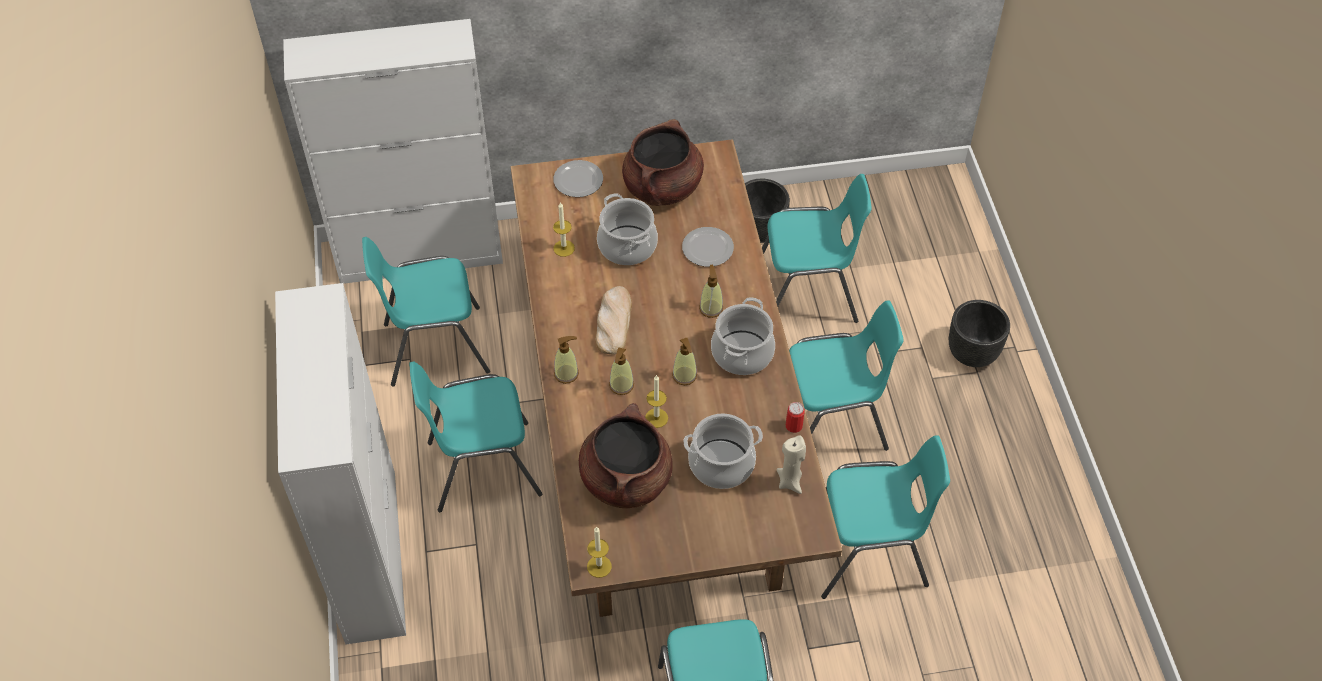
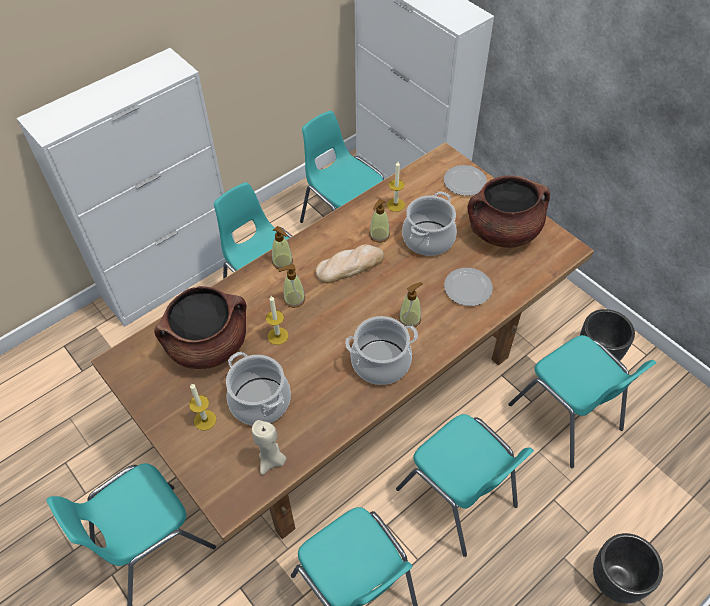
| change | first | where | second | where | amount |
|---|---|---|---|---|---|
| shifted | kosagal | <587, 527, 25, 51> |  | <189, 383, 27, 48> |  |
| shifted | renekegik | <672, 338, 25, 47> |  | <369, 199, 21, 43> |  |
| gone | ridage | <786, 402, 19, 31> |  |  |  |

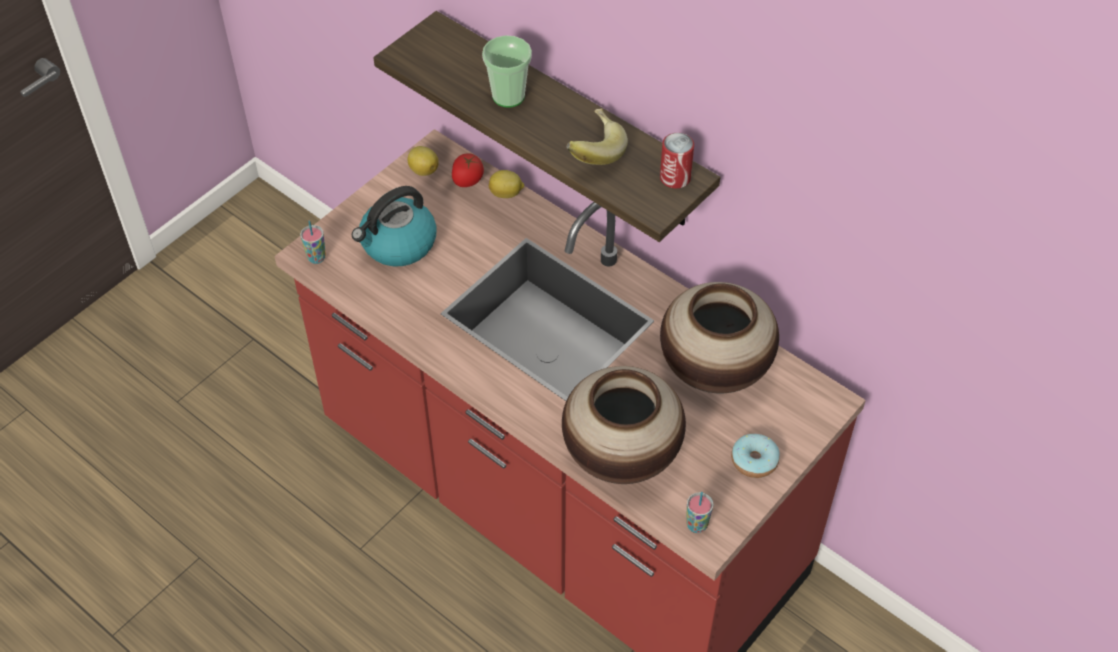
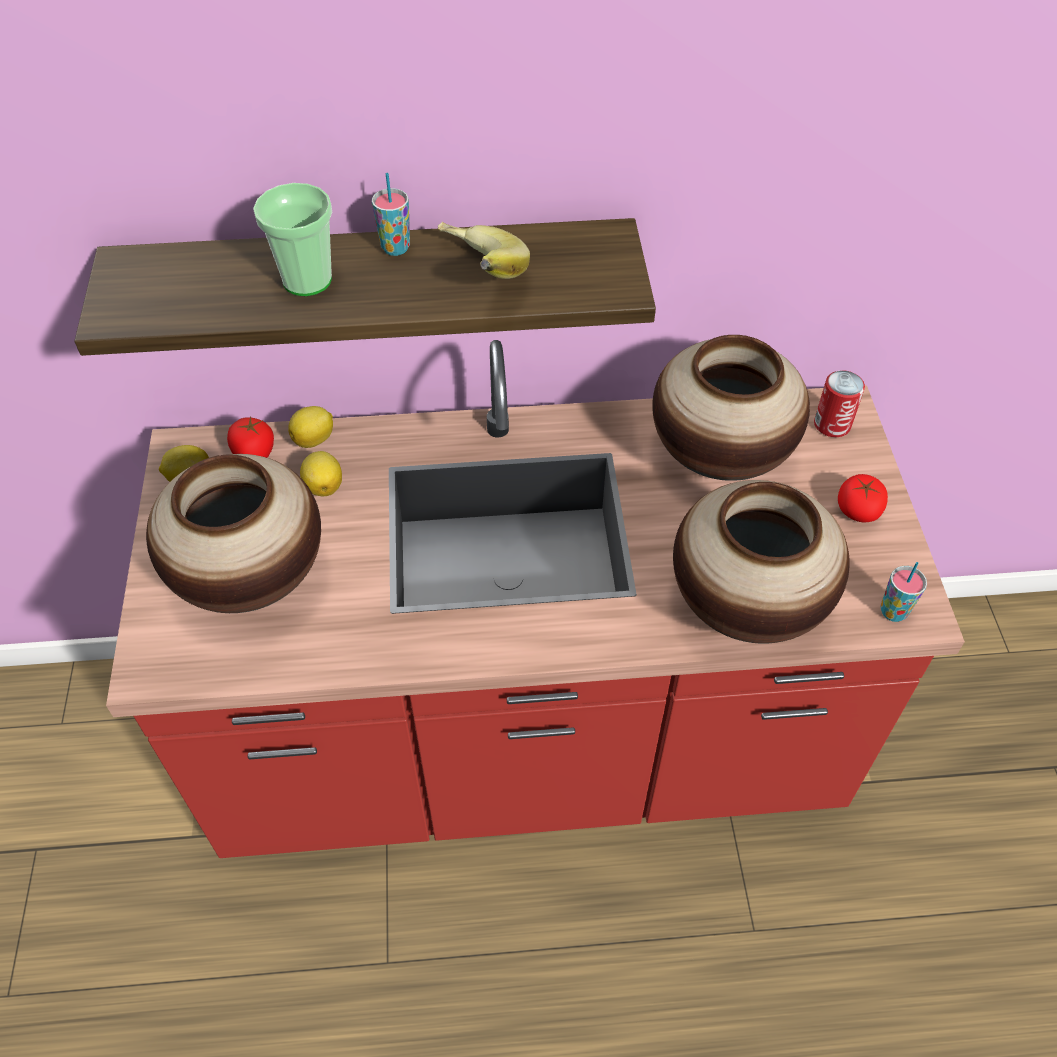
| change | first | where | second | where | amount |
|---|---|---|---|---|---|
| swapped | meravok | <352, 186, 85, 80> | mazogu | <146, 454, 175, 159> |  |
| new |  |  | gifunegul | <300, 451, 42, 45> |  |
| shifted | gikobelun | <300, 221, 26, 43> |  | <372, 173, 38, 83> |  |
| shifted | ridage | <660, 133, 34, 55> |  | <814, 370, 51, 67> |  |
| swapped | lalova | <731, 434, 48, 44> | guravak | <838, 474, 50, 49> |  |

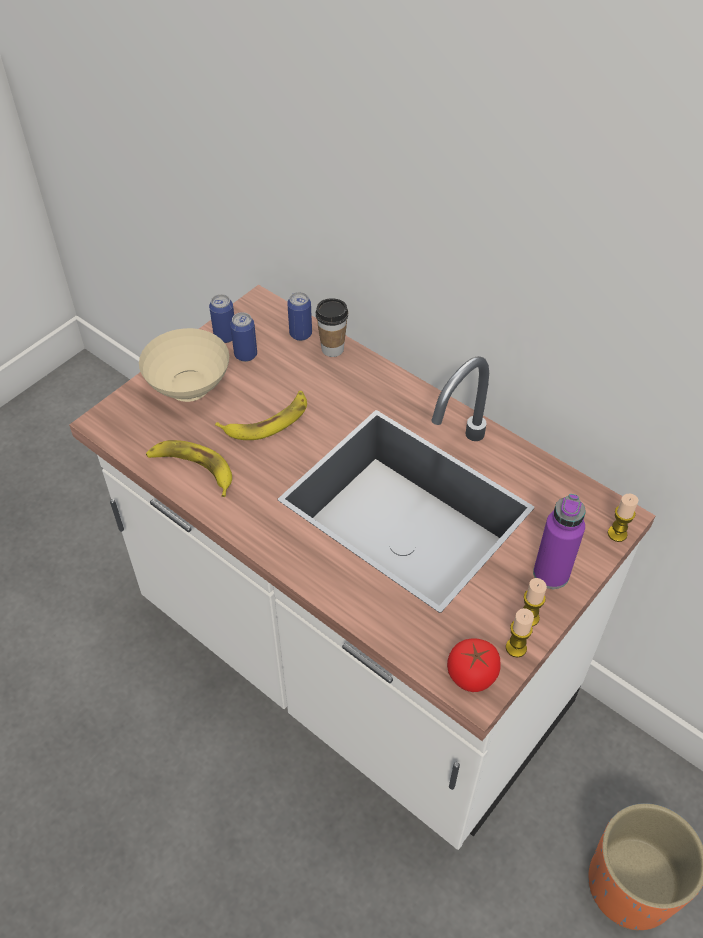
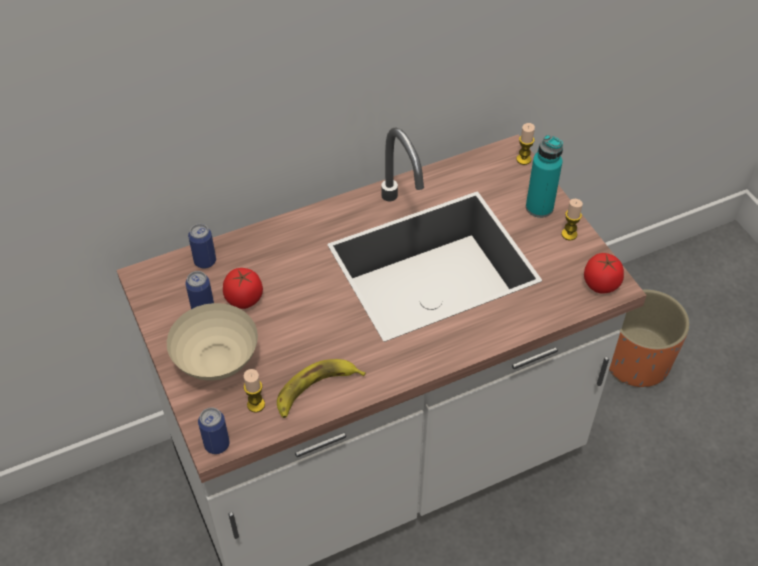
| change | first | where | second | where | amount |
|---|---|---|---|---|---|
| shifted | ridage | <209, 294, 25, 49> |  | <198, 408, 31, 46> |  |
| new |  |  | guravak | <223, 268, 40, 41> |  |
| shifted | kosagal | <506, 608, 28, 50> |  | <244, 369, 21, 44> |  |
| repainted | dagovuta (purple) | <533, 494, 53, 95> | dagovuta (turquoise) | <526, 135, 37, 83> |  |
| gone | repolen | <215, 391, 92, 49> |  |  |  |
| gone | gikobelun | <316, 298, 32, 59> |  |  |  |

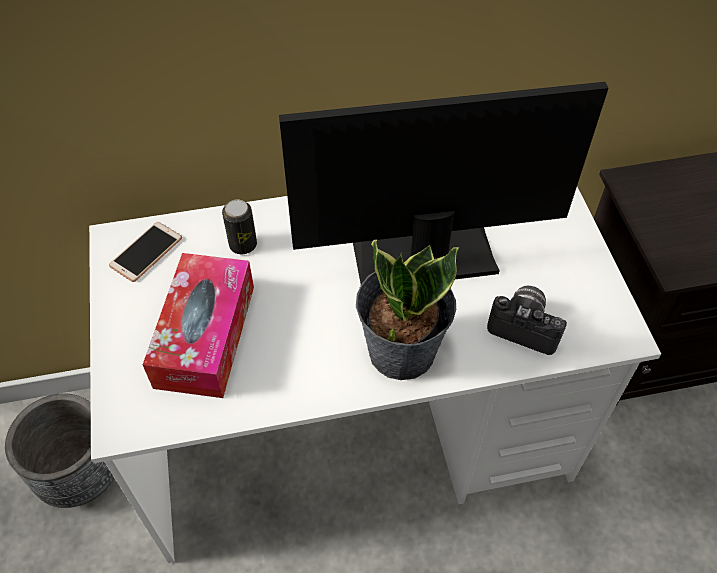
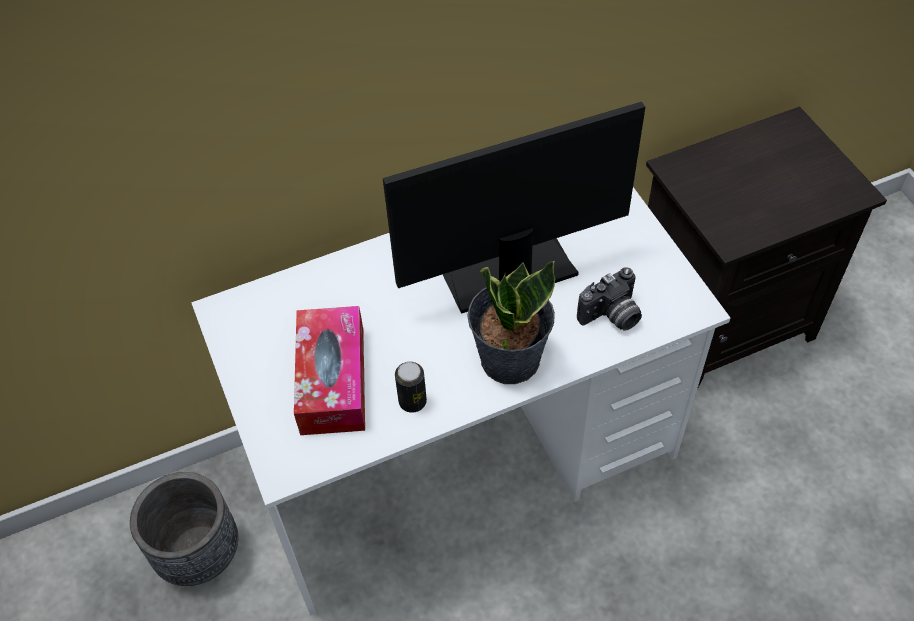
| change | first | where | second | where | amount |
|---|---|---|---|---|---|
| shifted | ridage | <222, 199, 35, 55> |  | <395, 362, 32, 50> |  |
| rotated | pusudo | <487, 286, 80, 69> |  | <577, 267, 65, 64> | 135 degrees clockwise |
| gone | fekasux | <109, 222, 73, 60> |  |  |  |

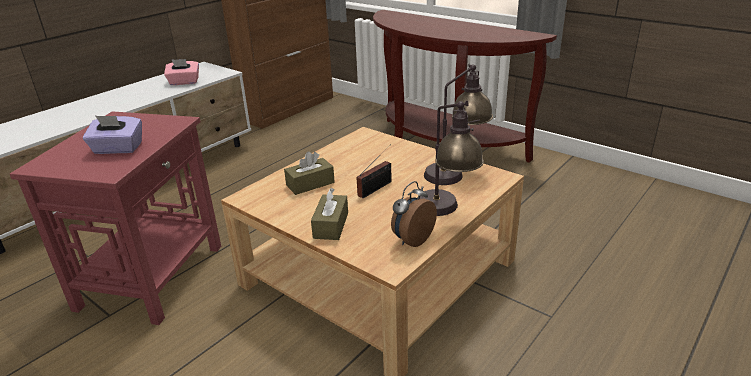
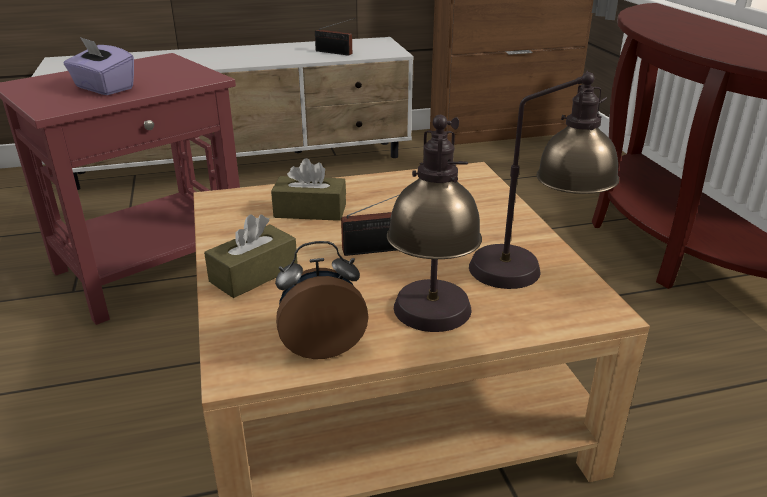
| change | first | where | second | where | amount |
|---|---|---|---|---|---|
| swapped | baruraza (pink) | <164, 59, 35, 26> | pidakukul | <315, 18, 40, 38> |  |

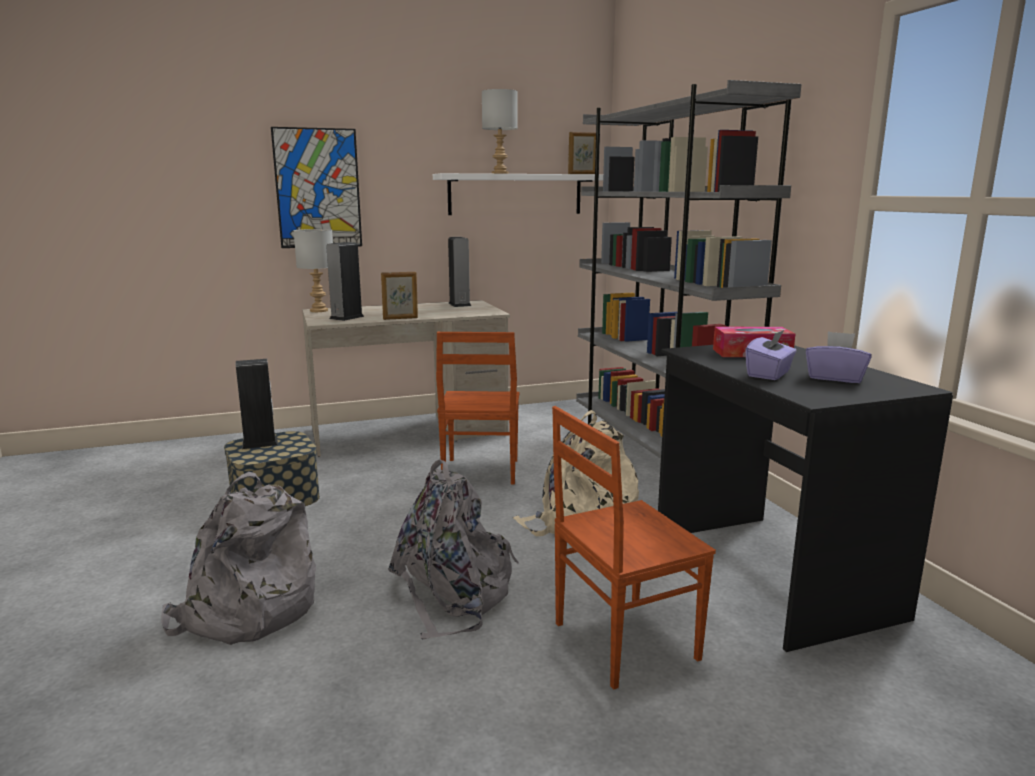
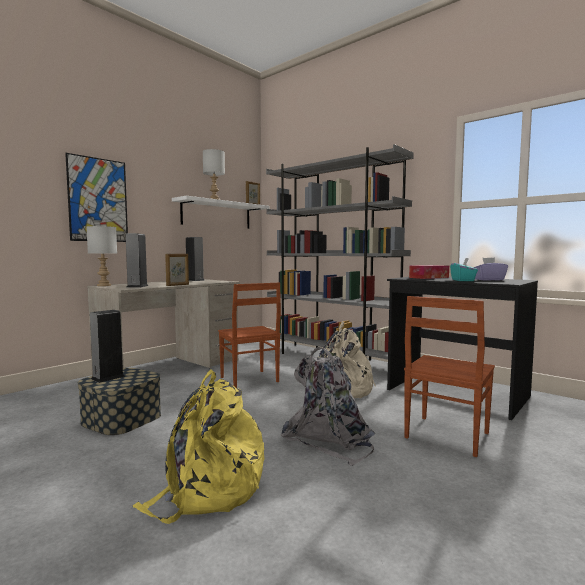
| change | first | where | second | where | amount |
|---|---|---|---|---|---|
| repainted | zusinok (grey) | <161, 472, 155, 173> | zusinok (yellow) | <133, 370, 131, 154> |  |
| repainted | baruraza (purple) | <745, 330, 52, 50> | baruraza (turquoise) | <450, 258, 28, 23> |  |

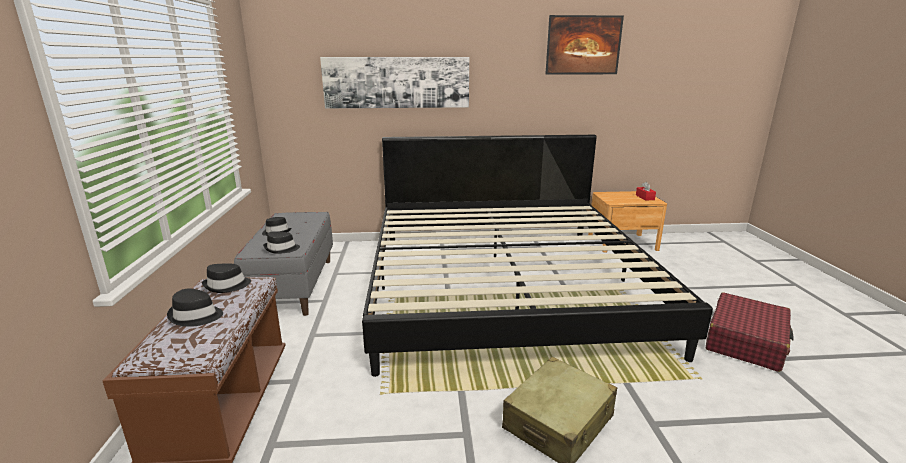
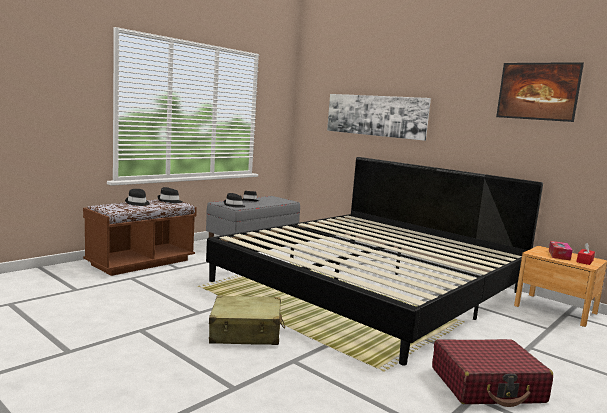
| change | first | where | second | where | amount |
|---|---|---|---|---|---|
| new |  |  | baruraza | <549, 241, 23, 20> |  |

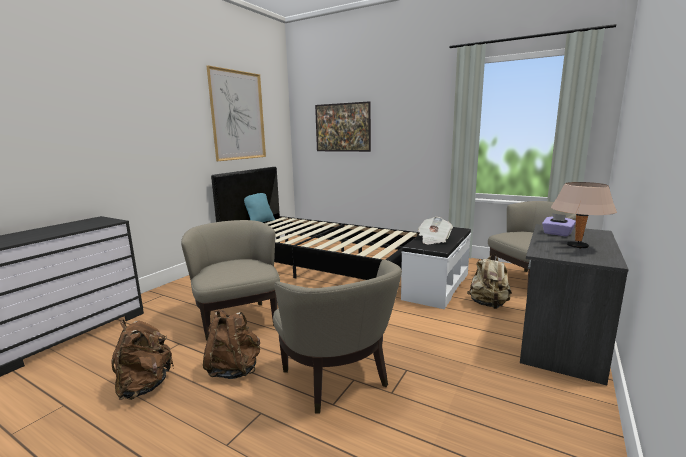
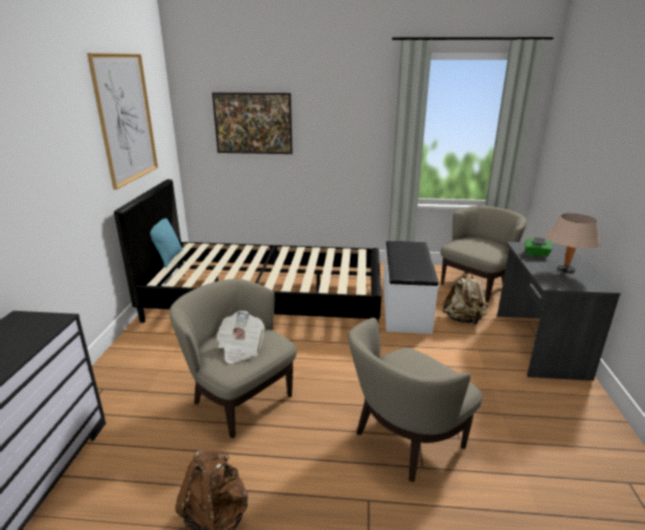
| change | first | where | second | where | amount |
|---|---|---|---|---|---|
| shifted | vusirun | <418, 217, 35, 27> |  | <216, 311, 49, 52> |  |
| rotated | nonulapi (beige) | <273, 259, 129, 155> |  | <348, 318, 134, 164> | 105 degrees clockwise |
| repainted | baruraza (purple) | <542, 213, 34, 24> | baruraza (green) | <525, 237, 27, 20> |  |
| gone | zusinok (brown) | <203, 309, 57, 70> |  |  |  |

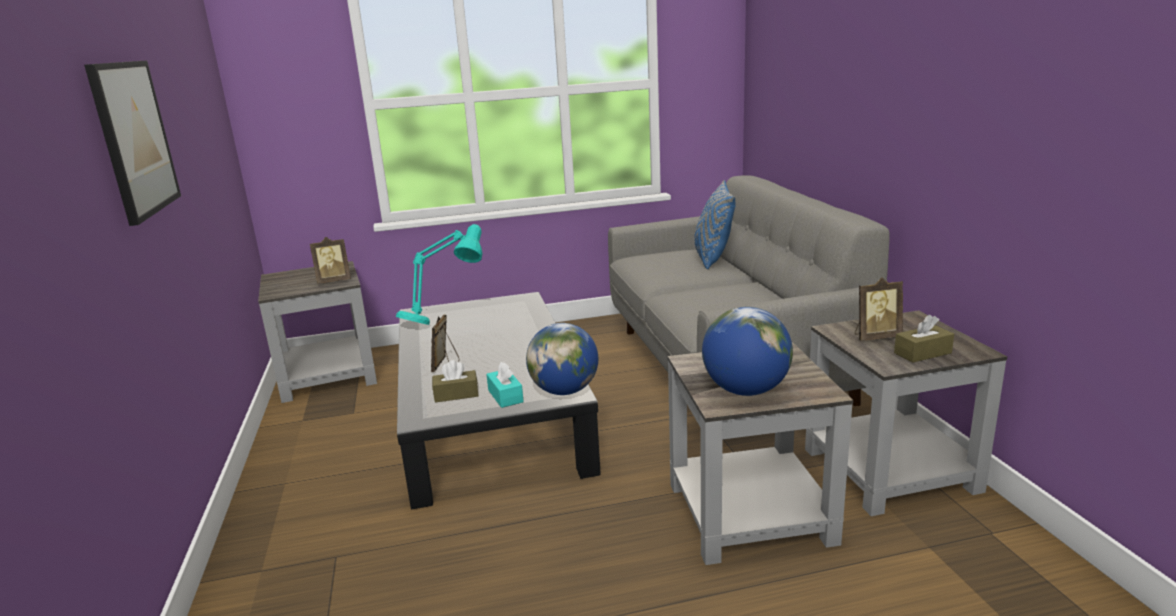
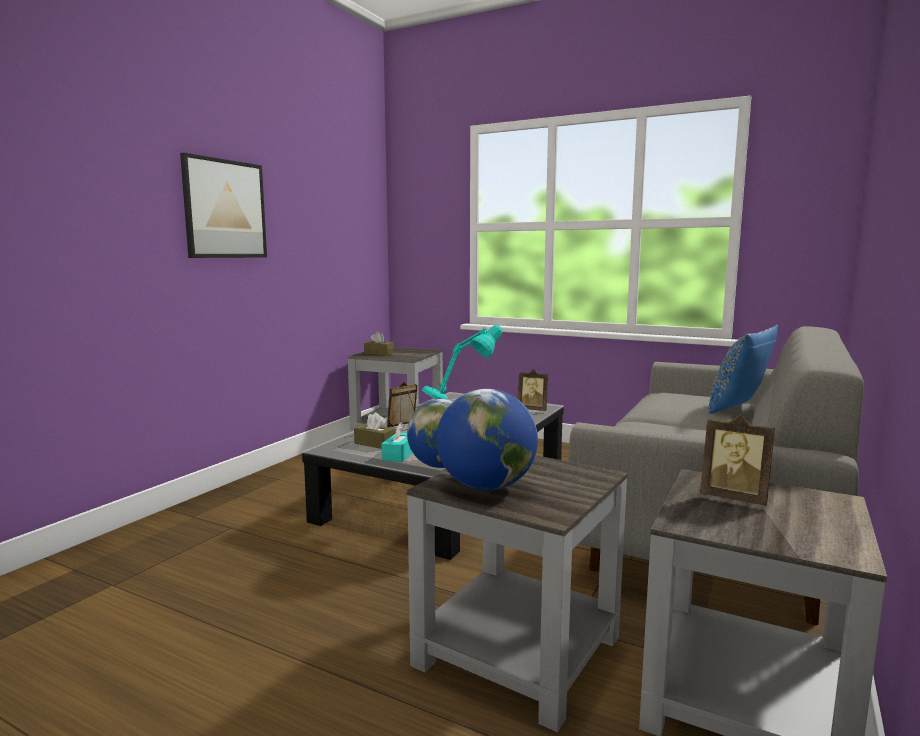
| change | first | where | second | where | amount |
|---|---|---|---|---|---|
| shifted | baruraza (brown) | <894, 315, 60, 48> |  | <364, 332, 29, 24> |  |
| shifted | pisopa | <310, 237, 41, 47> |  | <518, 369, 30, 42> |  |

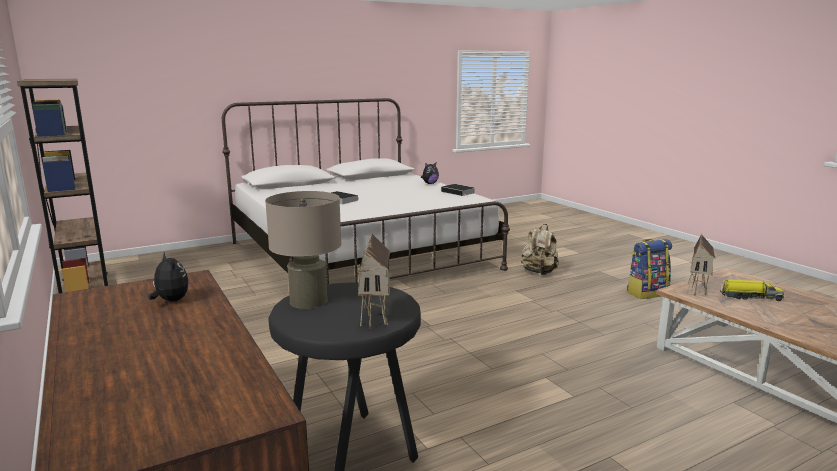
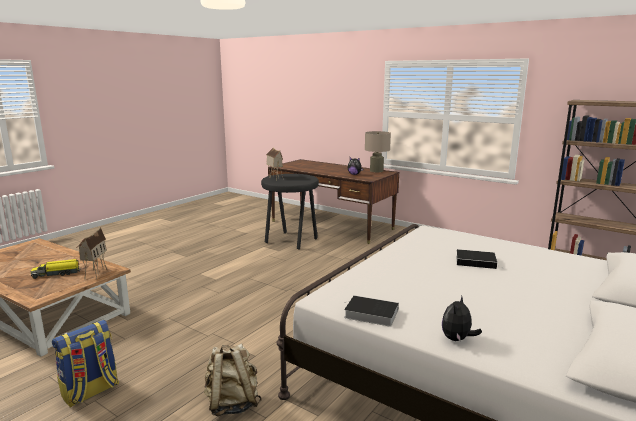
| change | first | where | second | where | amount |
|---|---|---|---|---|---|
| shifted | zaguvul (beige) | <265, 191, 76, 118> |  | <365, 131, 26, 41> |  |

